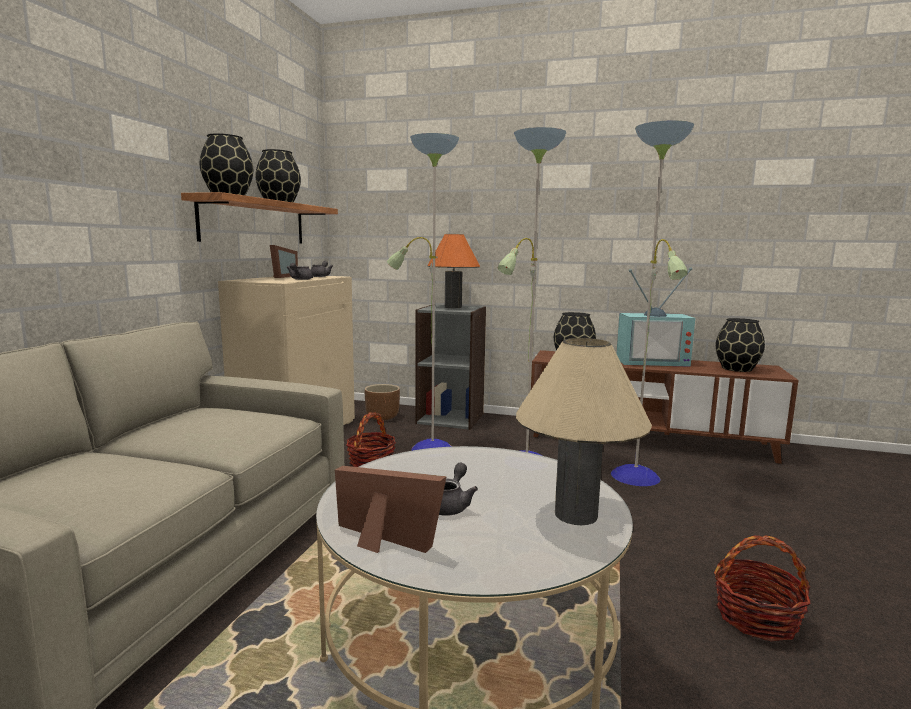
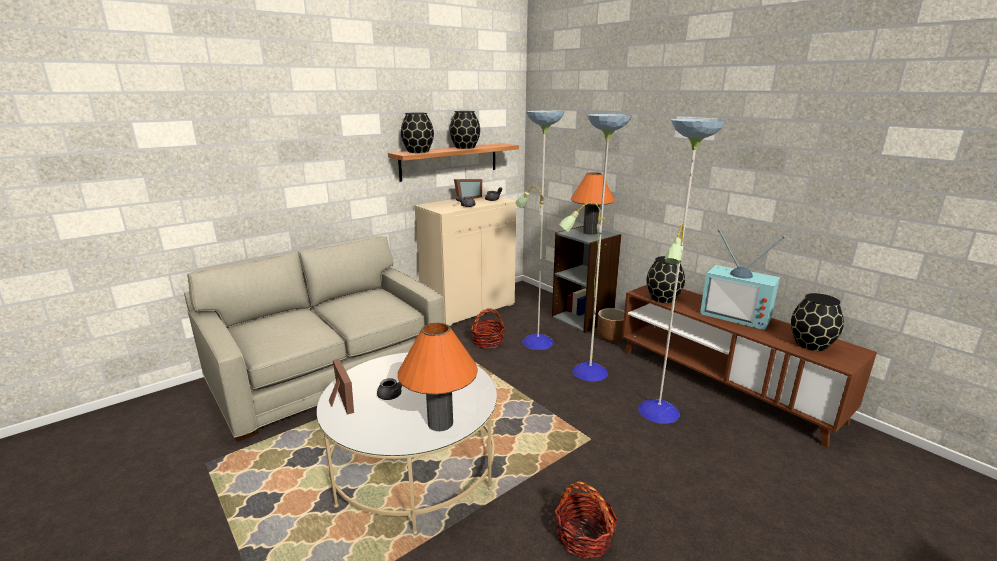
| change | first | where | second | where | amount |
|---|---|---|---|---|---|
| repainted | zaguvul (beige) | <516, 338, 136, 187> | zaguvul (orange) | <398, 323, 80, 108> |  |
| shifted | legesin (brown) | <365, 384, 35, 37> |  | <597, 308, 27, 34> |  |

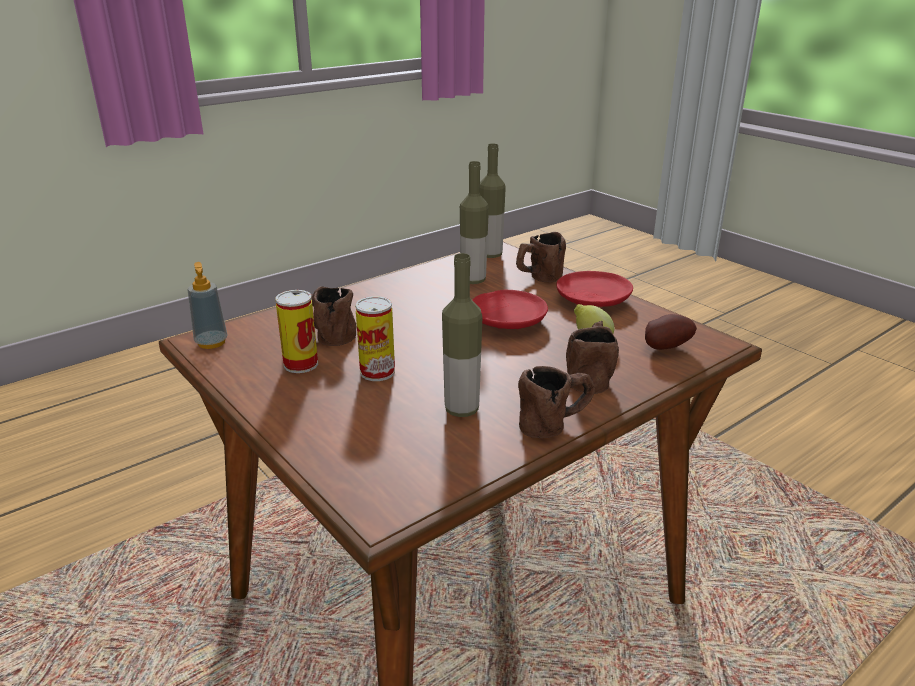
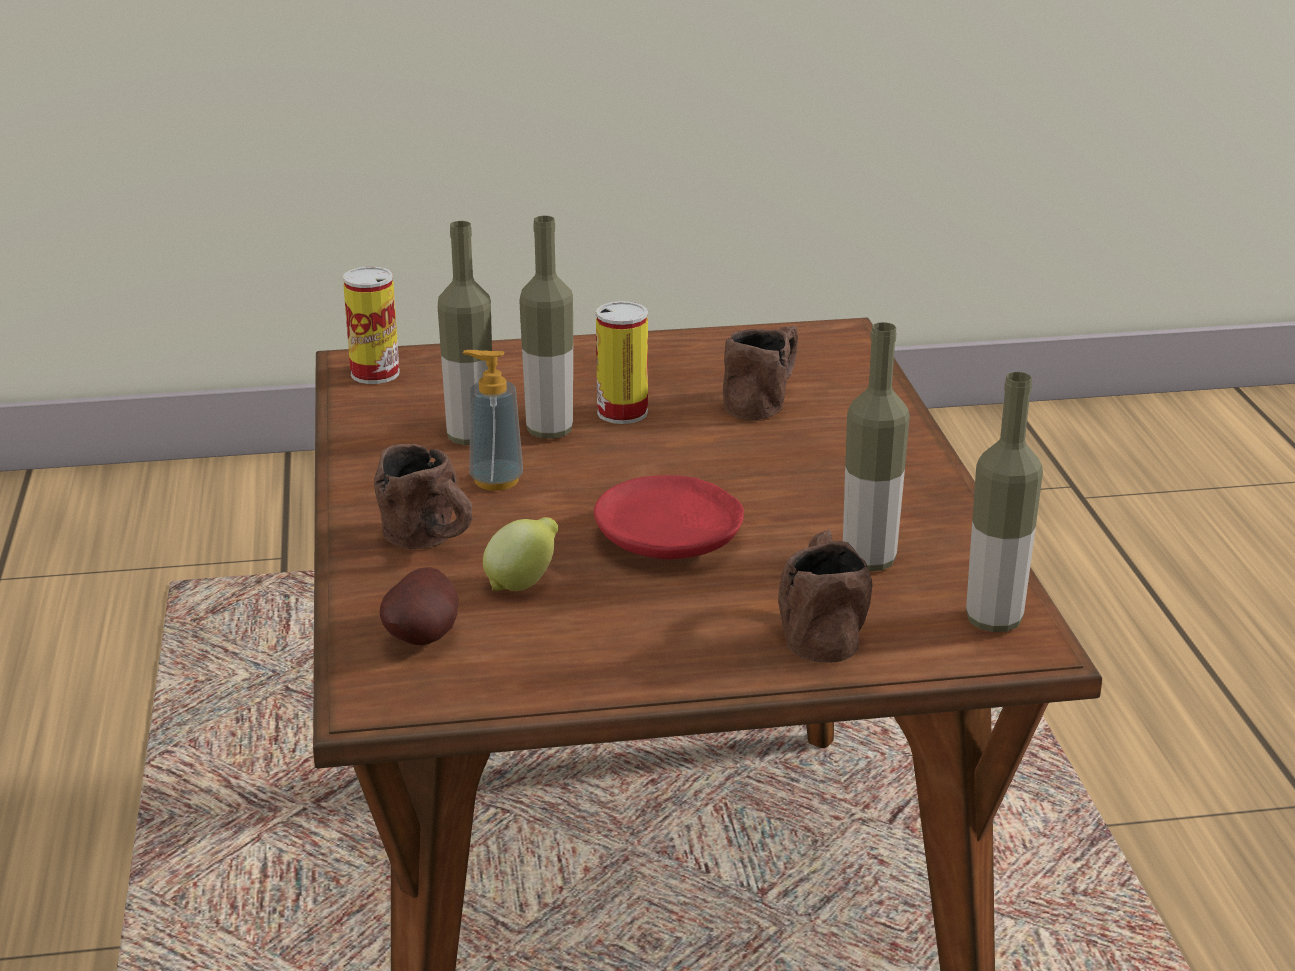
| change | first | where | second | where | amount |
|---|---|---|---|---|---|
| shifted | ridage | <275, 290, 43, 83> |  | <343, 266, 57, 118> |  |
| shifted | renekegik | <188, 262, 39, 87> |  | <463, 350, 60, 141> |  |
| new |  |  | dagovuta | <519, 216, 54, 223> |  |
| gone | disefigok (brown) | <518, 366, 77, 72> |  |  |  |
| gone | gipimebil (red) | <556, 271, 77, 36> |  |  |  |

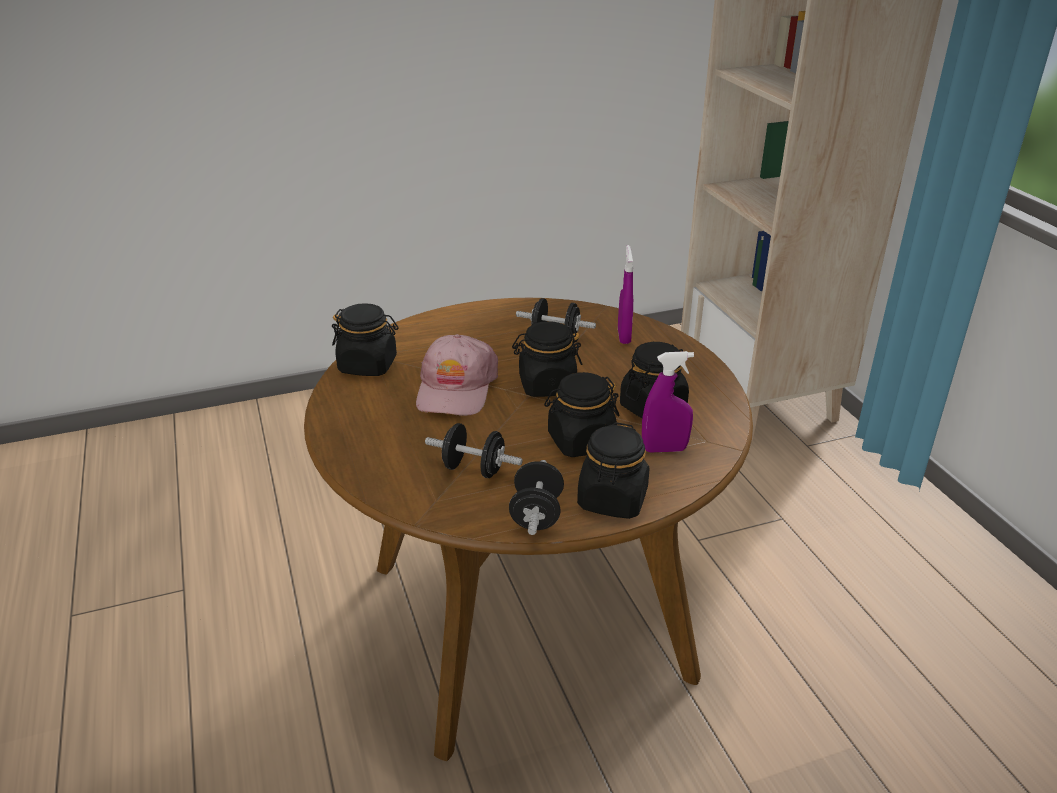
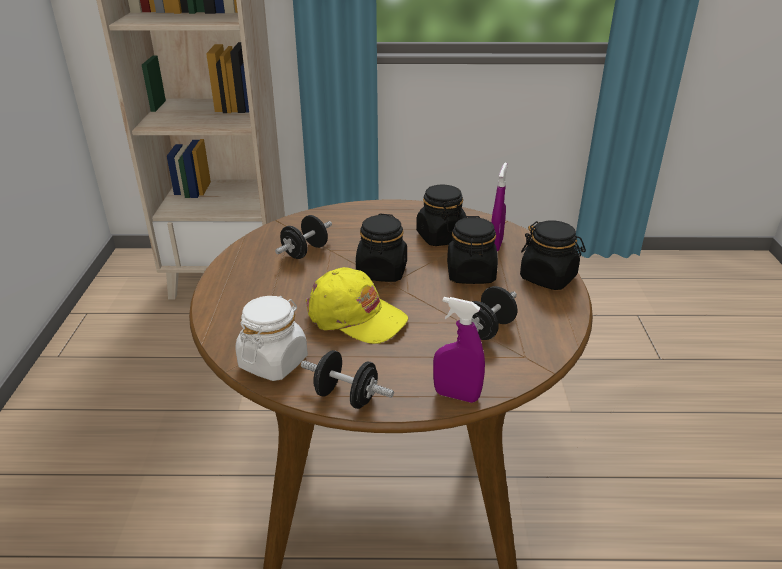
| change | first | where | second | where | amount |
|---|---|---|---|---|---|
| repainted | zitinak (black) | <332, 303, 67, 73> | zitinak (white) | <235, 296, 73, 85> |  |
| shifted | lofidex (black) | <509, 460, 55, 75> |  | <301, 350, 93, 59> |  |
| repainted | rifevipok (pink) | <416, 334, 82, 82> | rifevipok (yellow) | <306, 267, 102, 77> |  |
| shifted | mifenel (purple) | <618, 245, 15, 99> |  | <433, 297, 52, 106> |  |

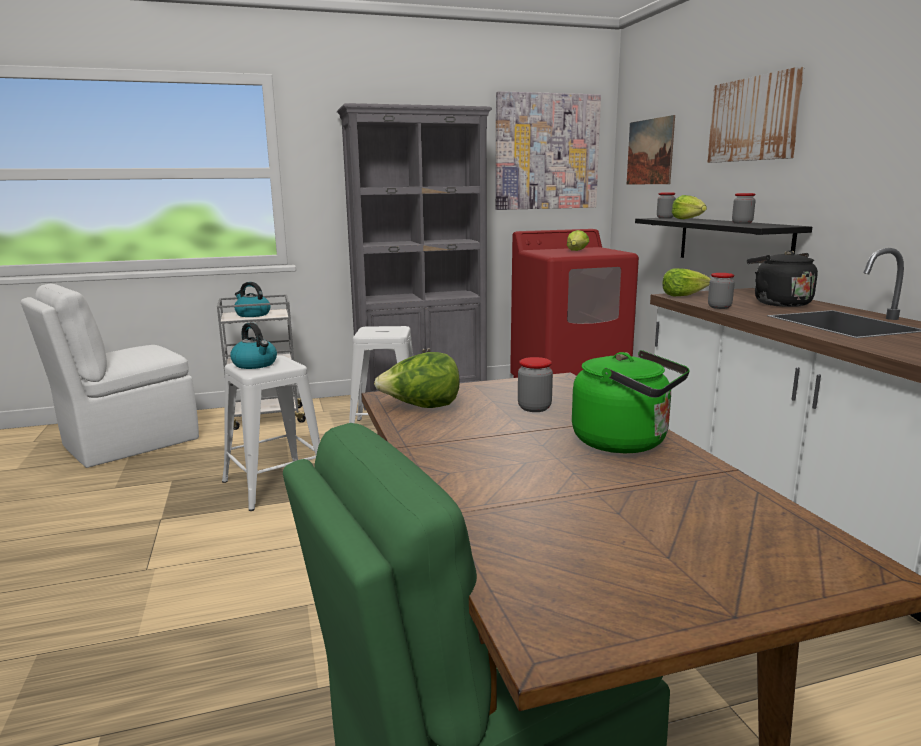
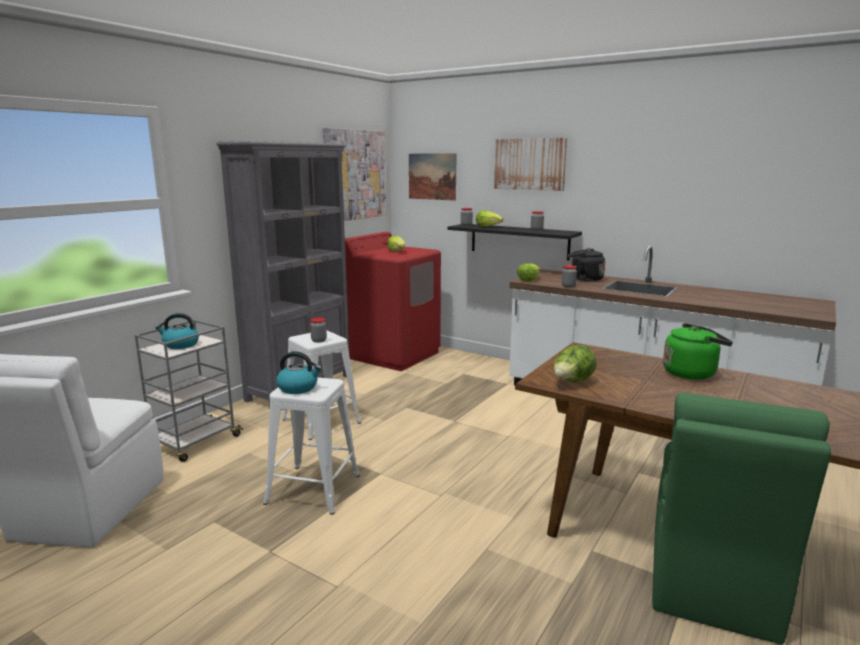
| change | first | where | second | where | amount |
|---|---|---|---|---|---|
| shifted | zitinak | <518, 357, 35, 55> |  | <310, 318, 17, 25> |  |

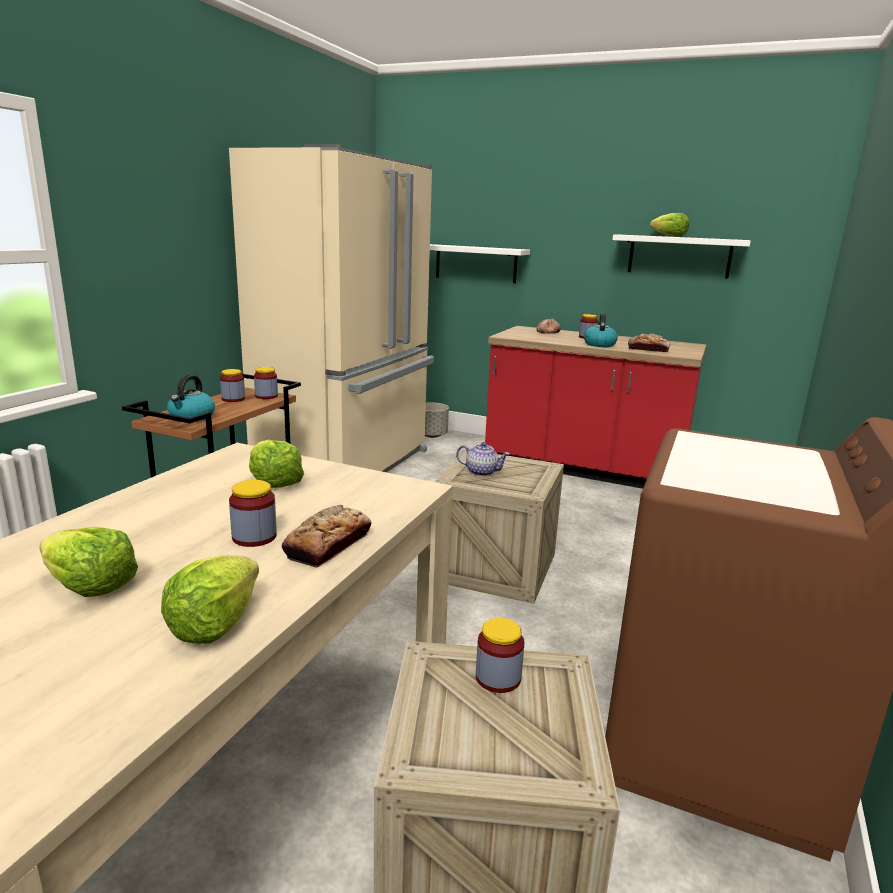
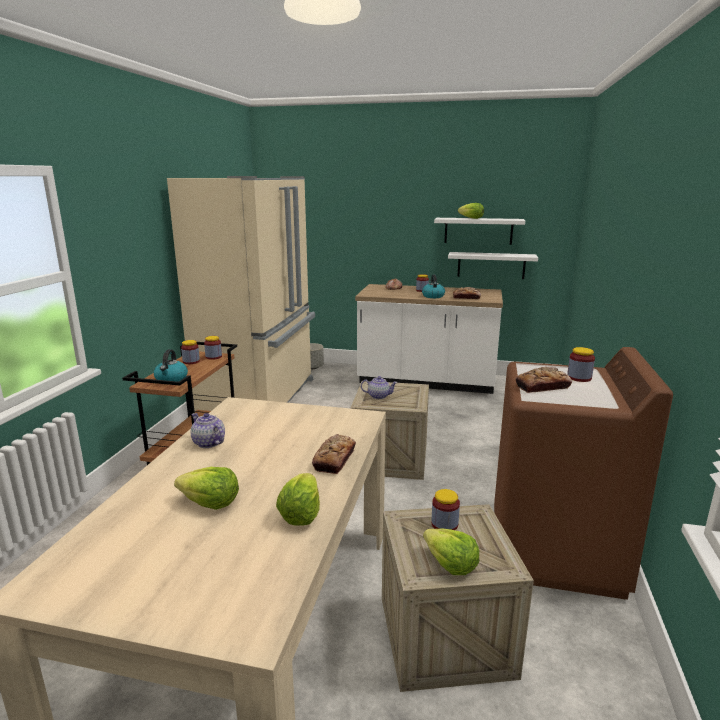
| change | first | where | second | where | amount |
|---|---|---|---|---|---|
| new |  |  | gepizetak | <191, 413, 34, 35> |  |
| repainted | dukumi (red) | <485, 326, 222, 163> | dukumi (white) | <355, 284, 148, 110> |  |
| shifted | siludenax | <249, 440, 55, 48> |  | <423, 529, 56, 46> |  |
| shifted | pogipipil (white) | <430, 244, 100, 39> |  | <448, 252, 90, 27> |  |
| new |  |  | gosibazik | <516, 367, 56, 26> |  |
| shifted | zitinak | <229, 480, 48, 67> |  | <567, 347, 28, 35> |  |

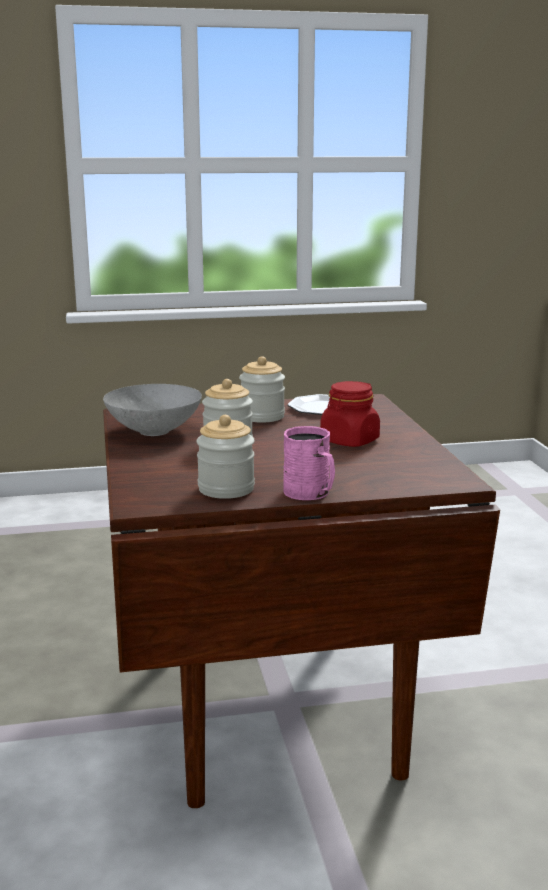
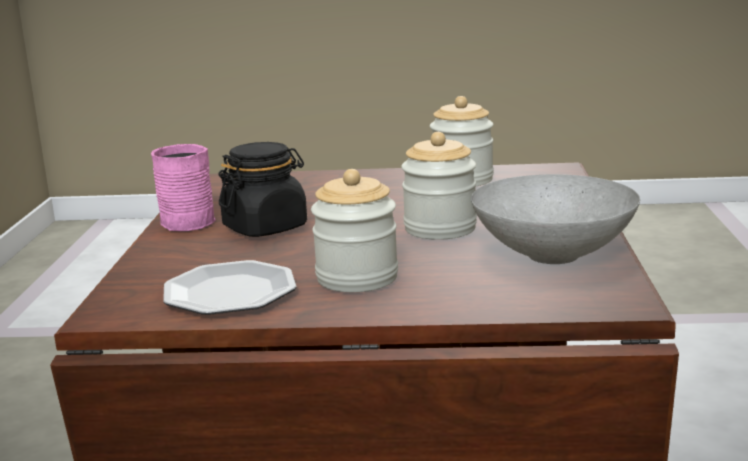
| change | first | where | second | where | amount |
|---|---|---|---|---|---|
| shifted | disefigok (pink) | <283, 426, 52, 74> |  | <151, 144, 64, 87> |  |
| repainted | zitinak (red) | <320, 381, 60, 66> | zitinak (black) | <218, 142, 89, 95> |  |

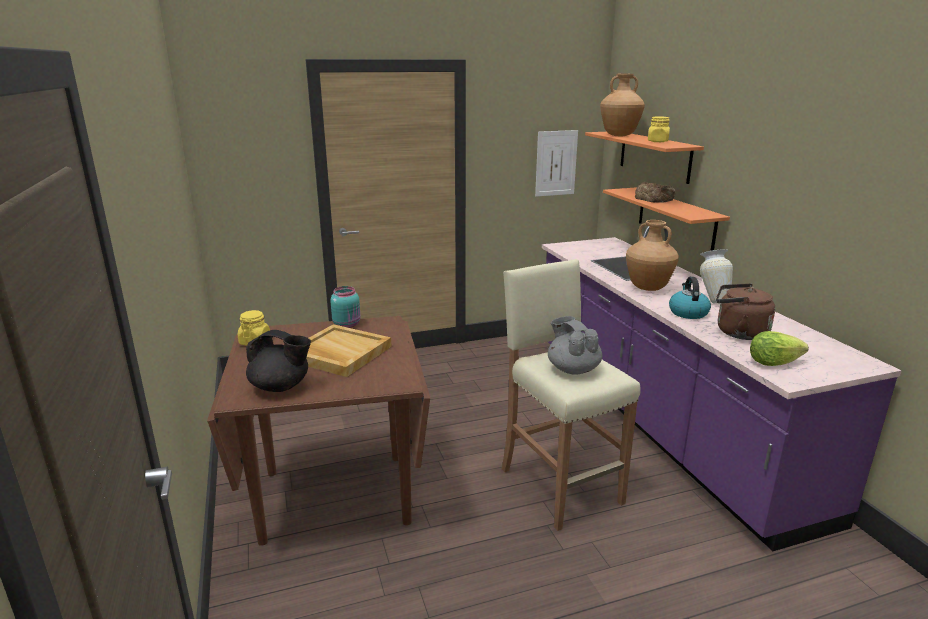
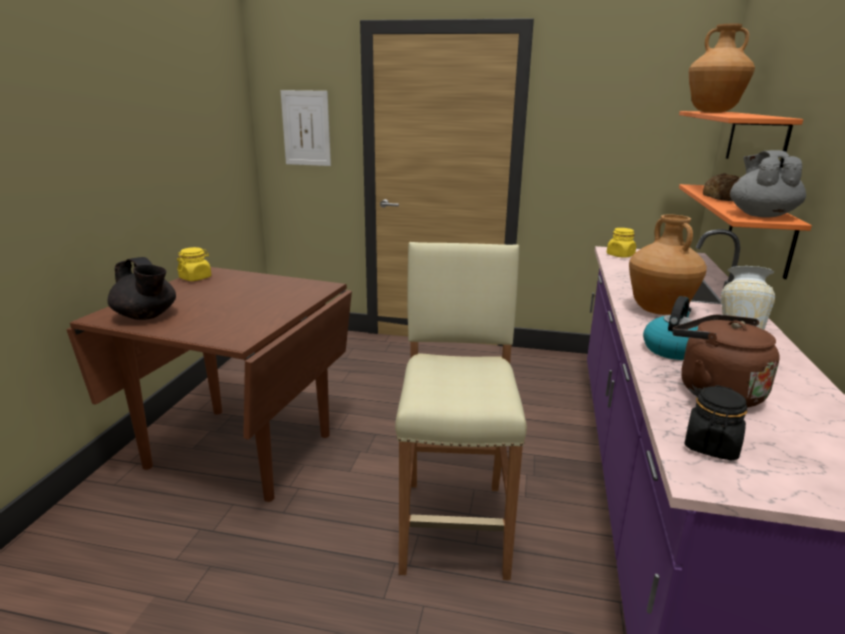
| change | first | where | second | where | amount |
|---|---|---|---|---|---|
| shifted | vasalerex | <535, 130, 43, 67> |  | <280, 90, 51, 76> |  |
| shifted | zitinak (yellow) | <648, 117, 22, 25> |  | <607, 228, 29, 30> |  |
| swapped | siludenax | <750, 331, 59, 35> | zitinak (black) | <684, 385, 63, 76> |  |
| shifted | gepizetak (grey) | <548, 316, 54, 59> |  | <730, 150, 76, 68> |  |
| gone | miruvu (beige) | <306, 324, 86, 53> |  |  |  |
| gone | zitinak (turquoise) | <331, 286, 29, 42> |  |  |  |

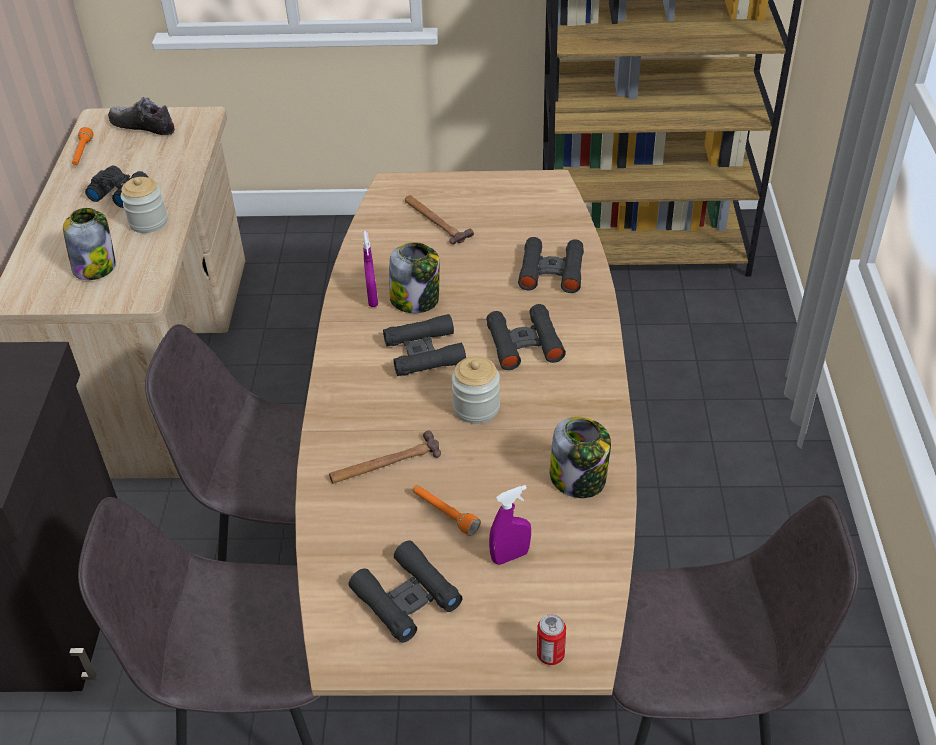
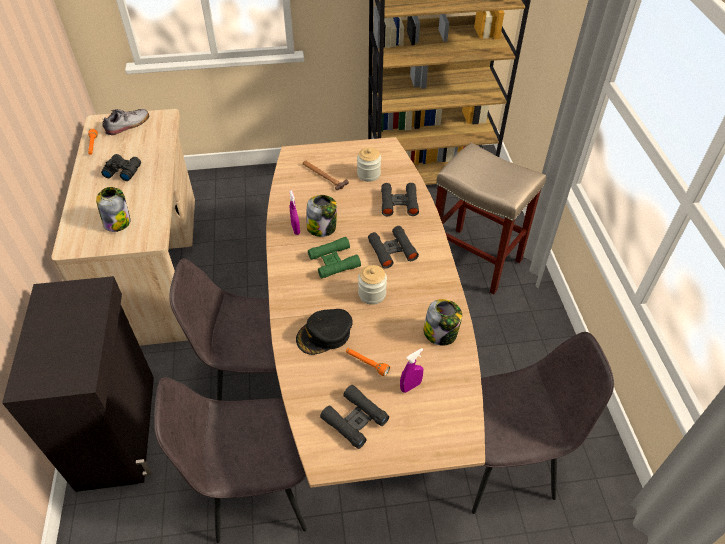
| change | first | where | second | where | amount |
|---|---|---|---|---|---|
| rotated | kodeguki | <108, 97, 67, 38> |  | <102, 109, 47, 27> | 120 degrees clockwise |
| swapped | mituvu | <329, 431, 112, 53> | rifevipok (black) | <296, 309, 57, 46> |  |
| repainted | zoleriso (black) | <383, 314, 83, 62> | zoleriso (green) | <308, 237, 53, 42> |  |
| shifted | zitinak | <121, 177, 46, 56> |  | <357, 148, 24, 34> |  |
| new |  |  | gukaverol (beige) | <435, 143, 111, 152> |  |
| gone | ridage | <537, 614, 29, 51> |  |  |  |

